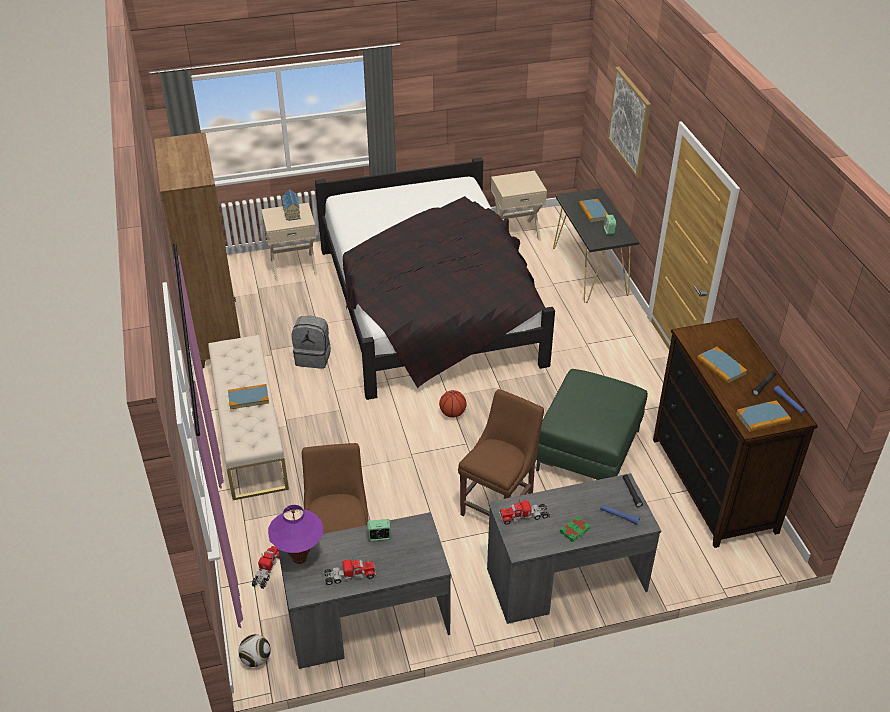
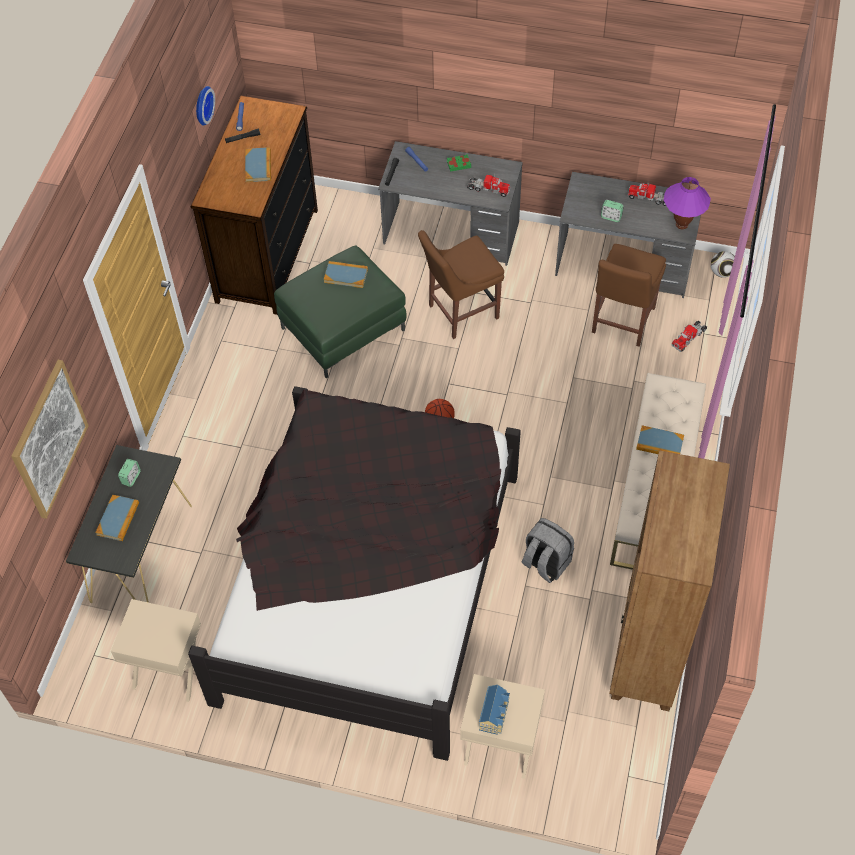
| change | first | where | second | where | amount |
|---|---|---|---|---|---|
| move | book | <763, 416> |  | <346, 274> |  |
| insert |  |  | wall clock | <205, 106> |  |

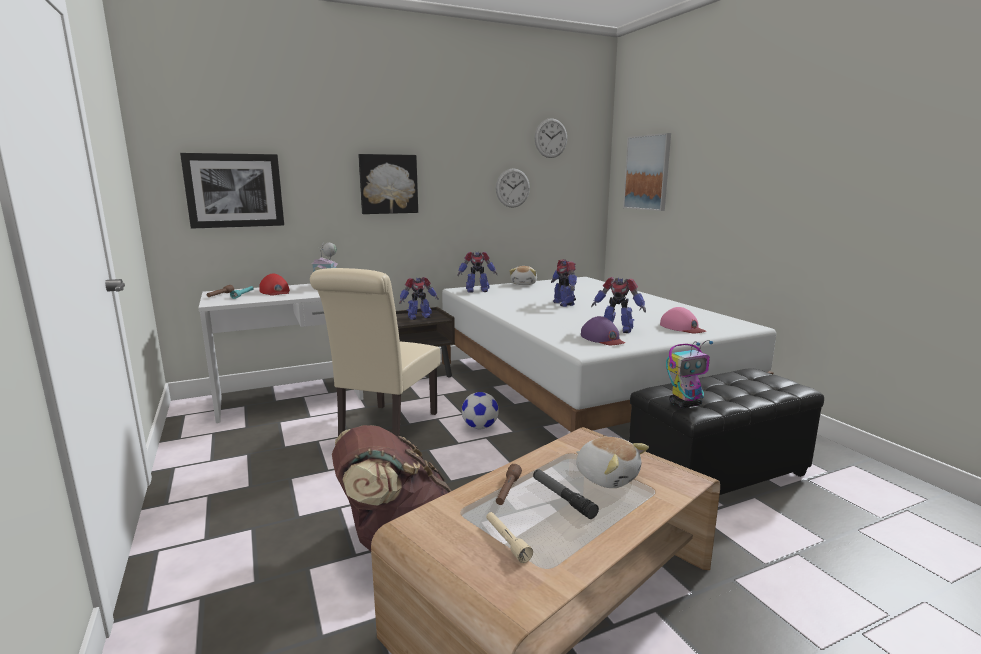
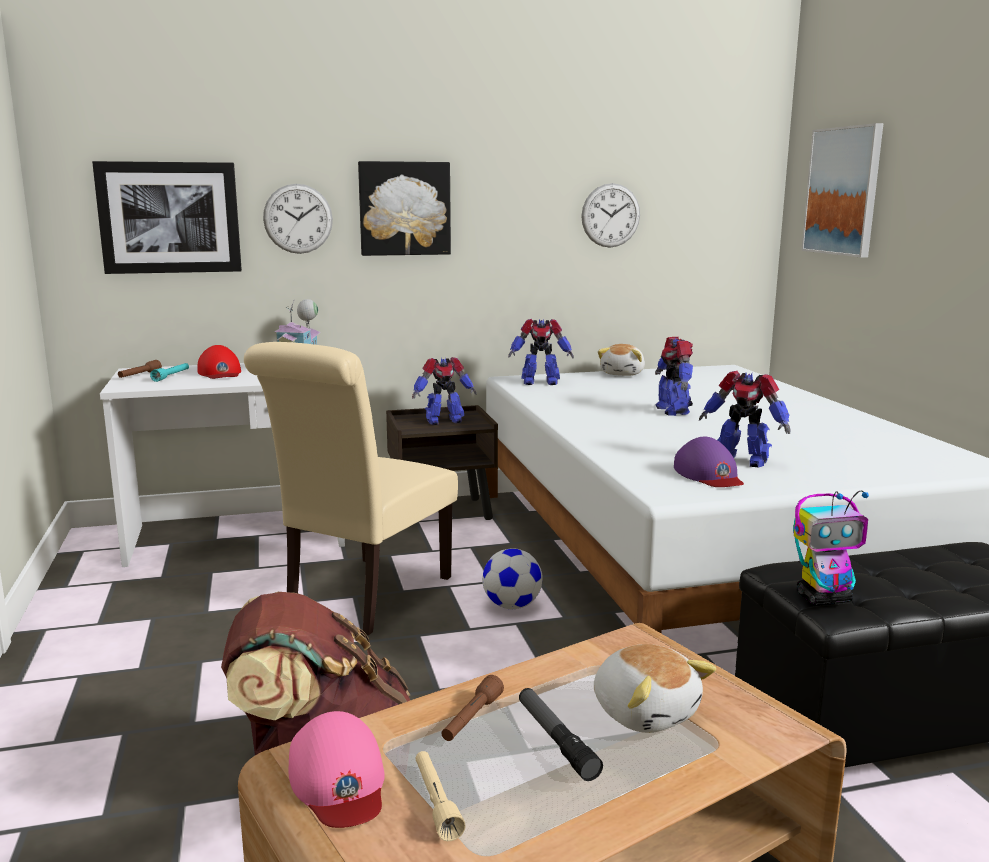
| change | first | where | second | where | amount |
|---|---|---|---|---|---|
| move | wall clock | <551, 138> |  | <298, 219> |  |
| move | cap (pink) | <683, 320> |  | <337, 769> |  |

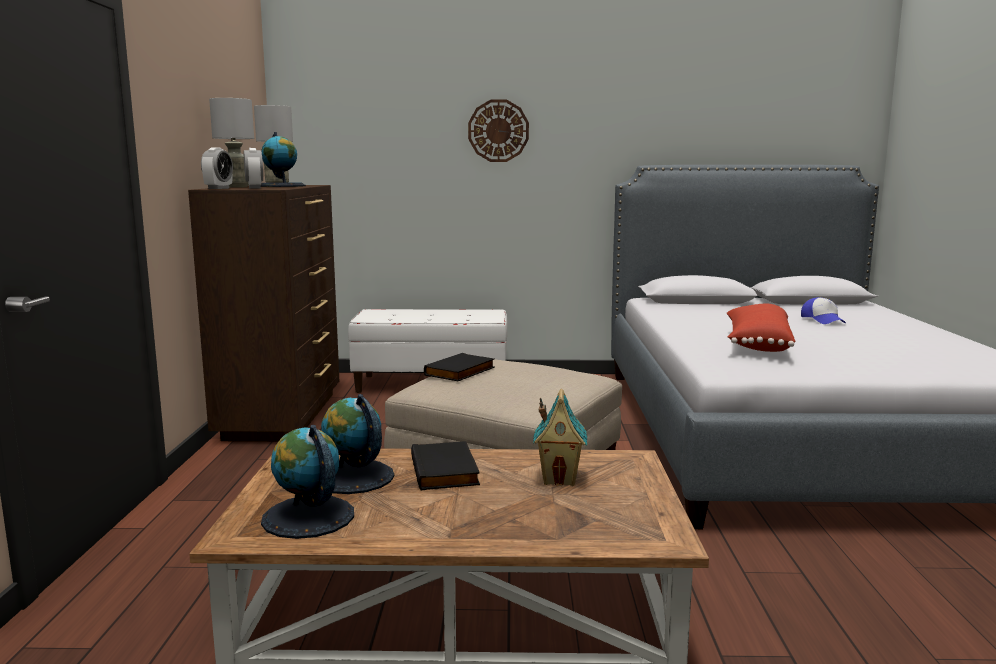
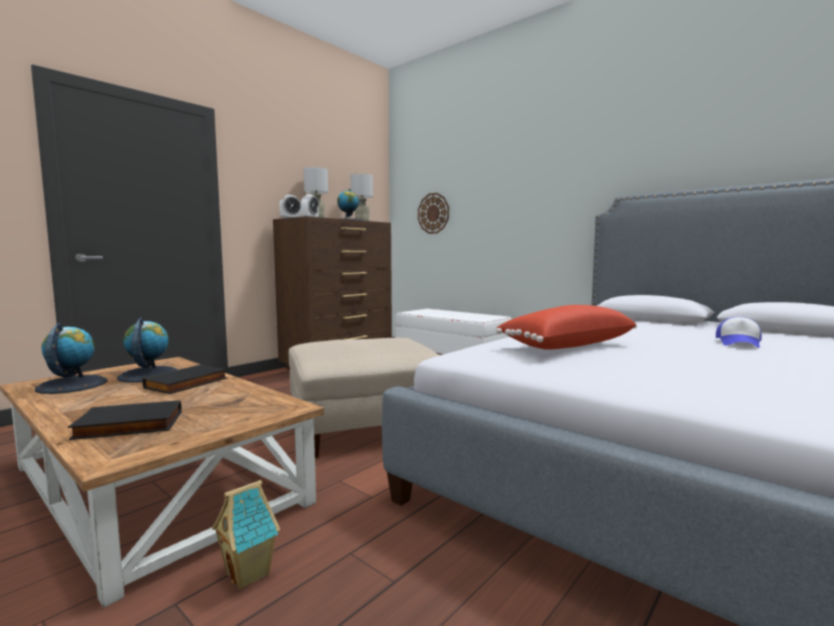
| change | first | where | second | where | amount |
|---|---|---|---|---|---|
| move | wall clock | <498, 131> |  | <433, 213> |  |
| move | book (black) | <459, 367> |  | <125, 420> |  |
| move | toy house | <560, 437> |  | <246, 535> |  |

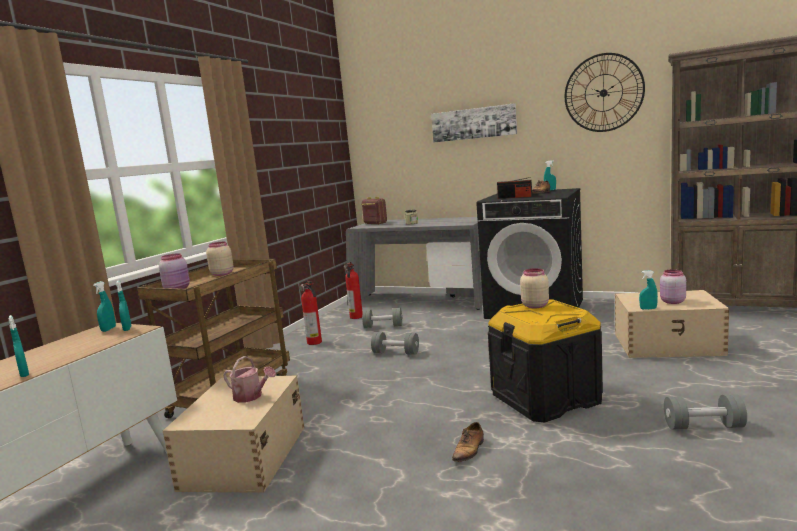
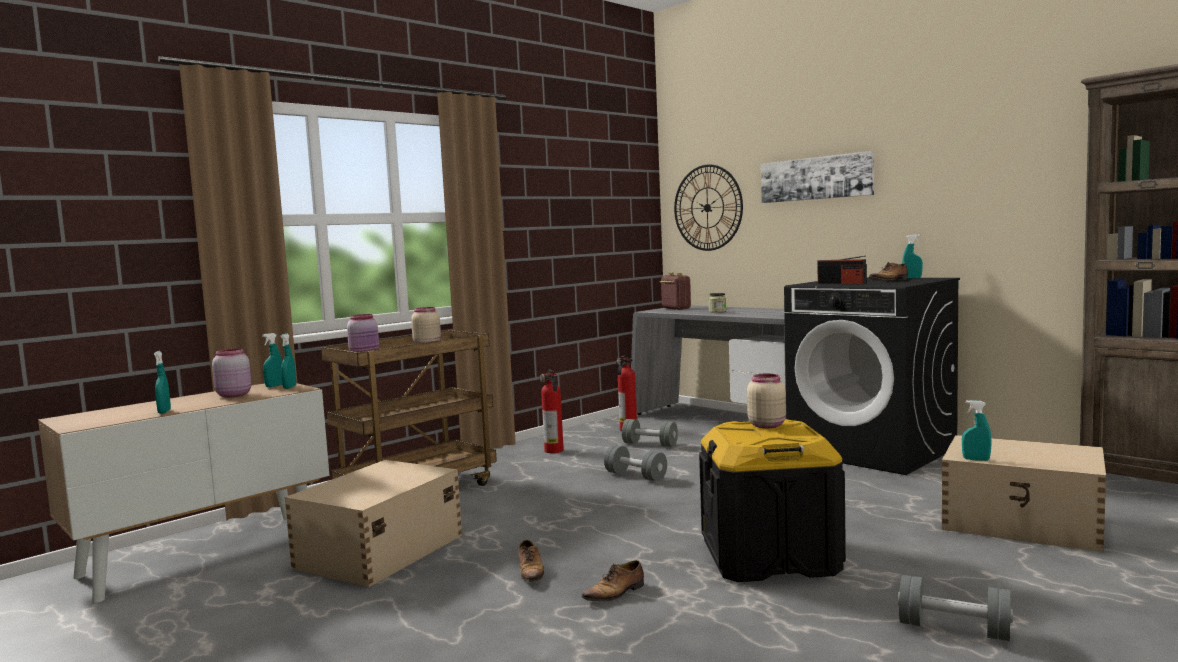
| change | first | where | second | where | amount |
|---|---|---|---|---|---|
| move | wall clock | <605, 92> |  | <708, 207> |  |
| move | jar (pink) | <673, 286> |  | <232, 373> |  |
| delete | watering can | <249, 379> |  |  |  |
| insert |  |  | shoe | <531, 561> |  |

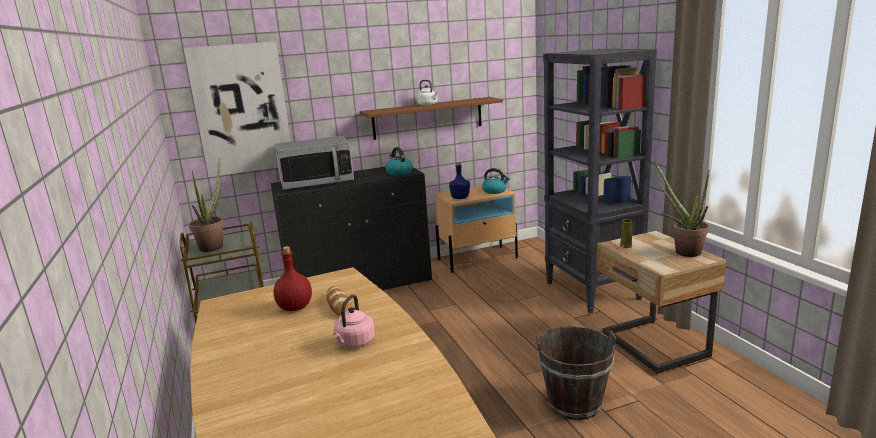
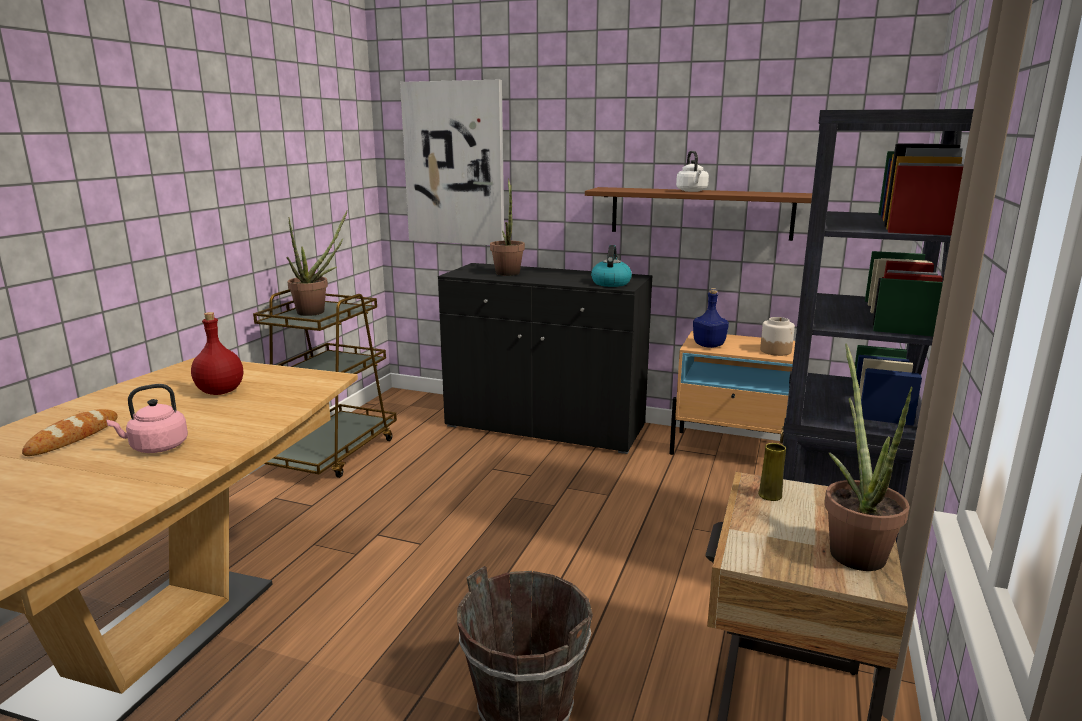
| change | first | where | second | where | amount |
|---|---|---|---|---|---|
| replace | microwave | <314, 163> | potted plant | <507, 227> |  |
| replace | kettle | <496, 181> | jar | <777, 336> |  |
| move | bread | <339, 301> |  | <70, 432> |  |

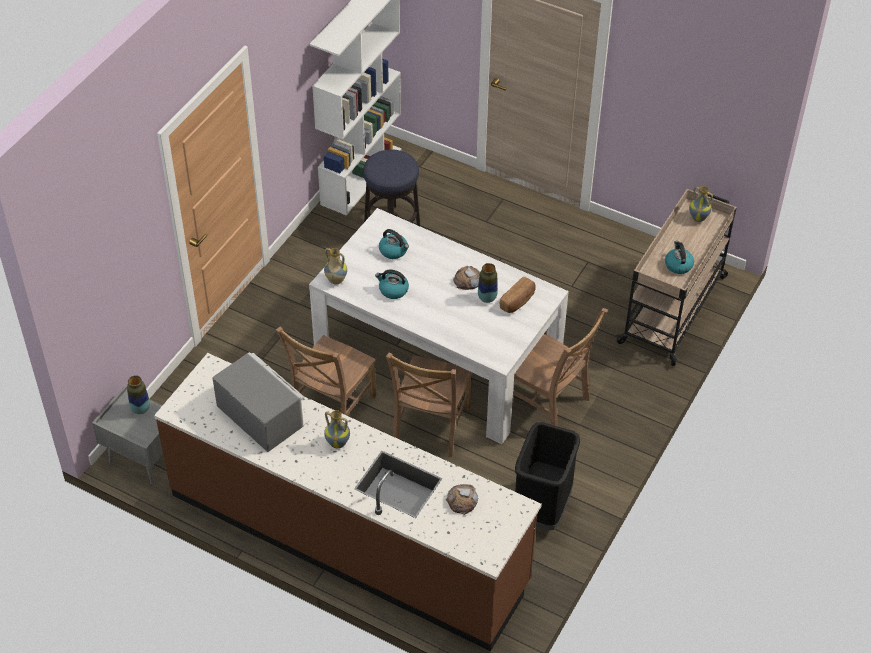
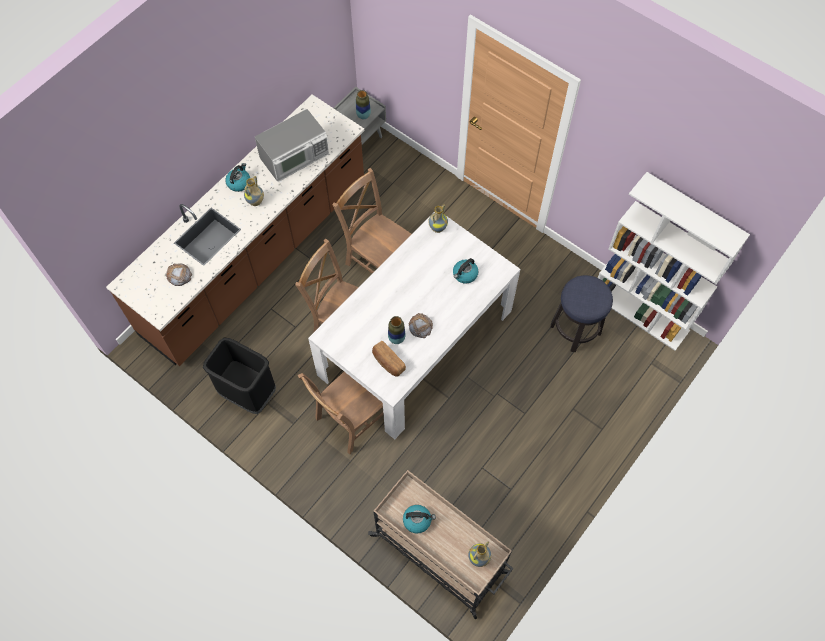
| change | first | where | second | where | amount |
|---|---|---|---|---|---|
| move | kettle | <392, 284> |  | <237, 177> |  |

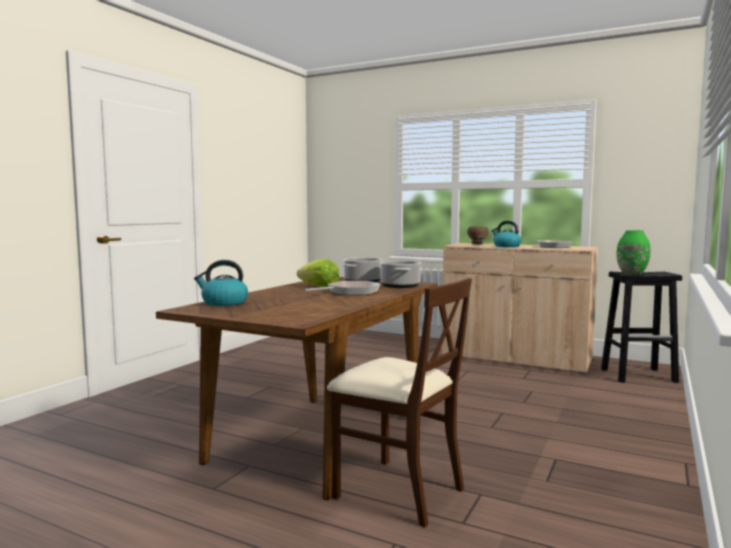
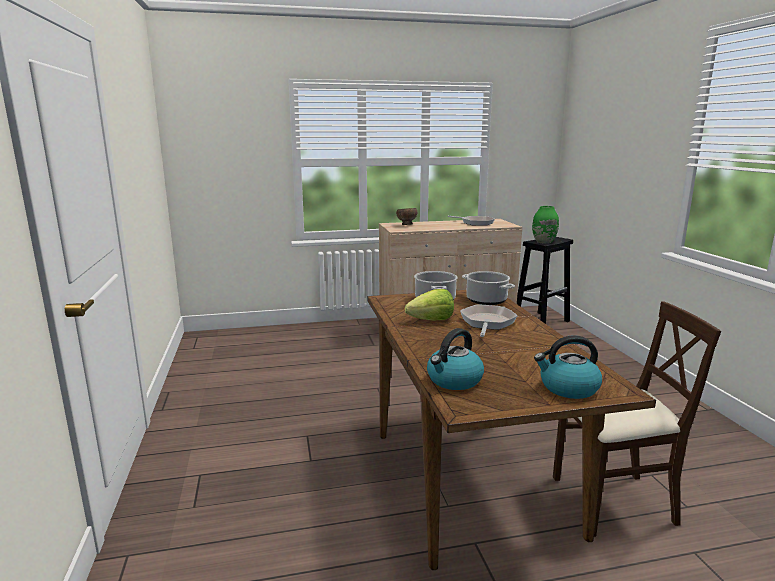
| change | first | where | second | where | amount |
|---|---|---|---|---|---|
| move | kettle | <506, 234> |  | <568, 367> |  |

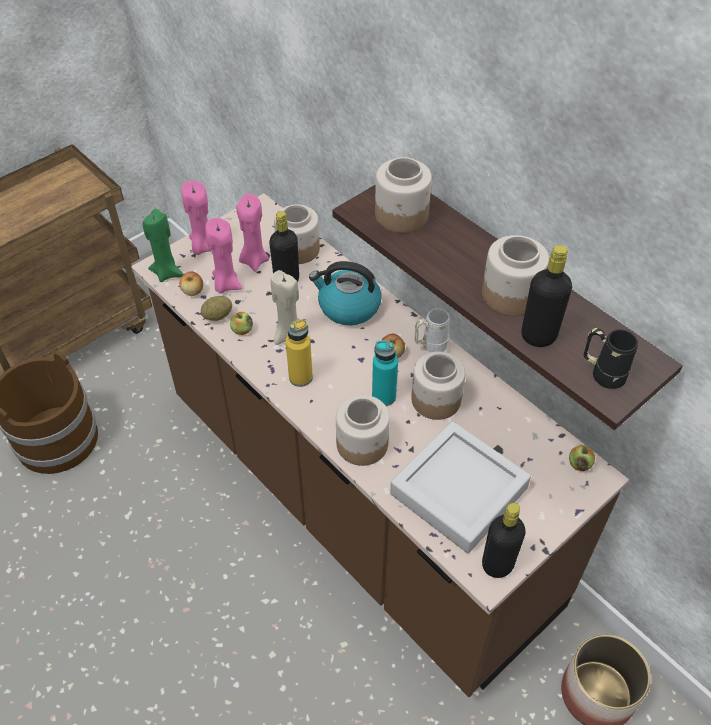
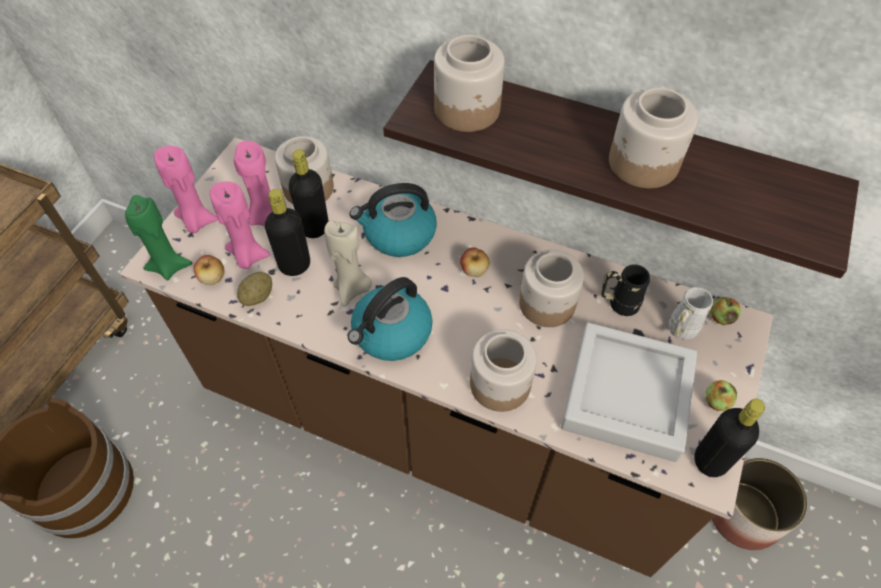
| change | first | where | second | where | amount |
|---|---|---|---|---|---|
| move | bottle (black) | <546, 296> |  | <287, 232> |  |
| move | mug (white) | <432, 330> |  | <691, 313> |  |
| move | apple | <241, 323> |  | <721, 395> |  |
| replace | bottle (yellow) | <299, 353> | kettle | <390, 319> |  |
| move | mug (black) | <611, 358> |  | <625, 290> |  |
| delete | bottle (turquoise) | <385, 373> |  |  |  |

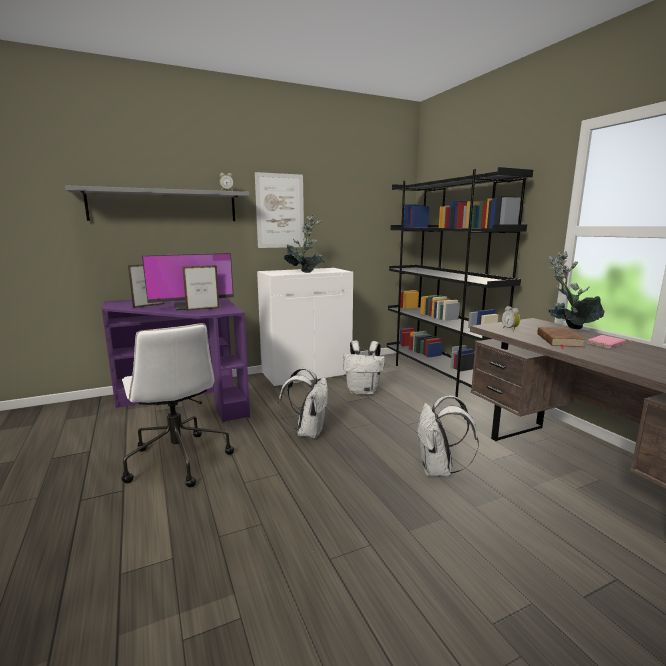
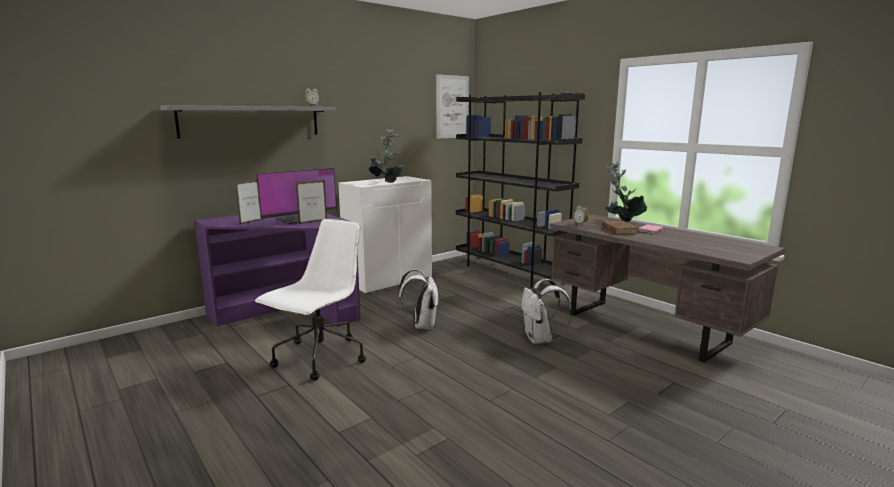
| change | first | where | second | where | amount |
|---|---|---|---|---|---|
| move | picture | <279, 210> |  | <452, 106> |  |
| rotate | office chair (white) | <177, 405> |  | <310, 300> | 105 degrees counterclockwise |
| delete | backpack (white) | <364, 367> |  |  |  |

